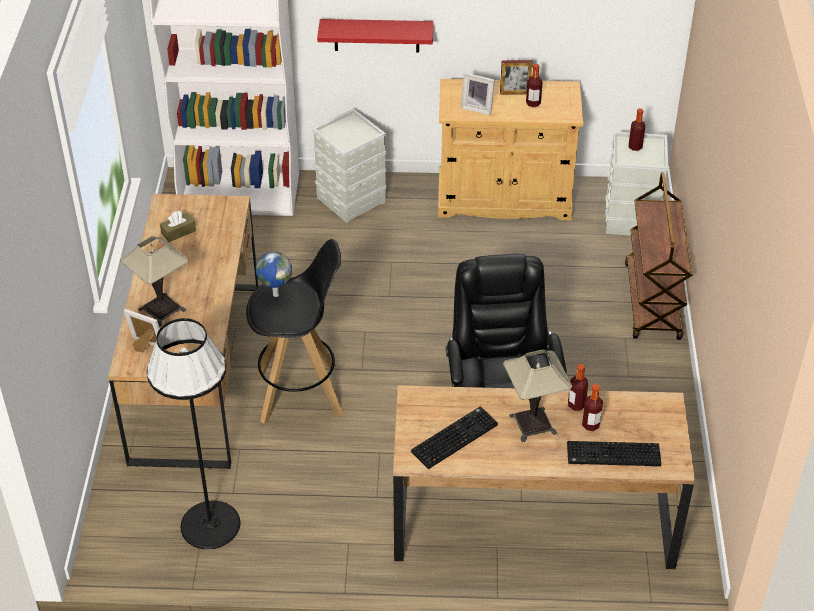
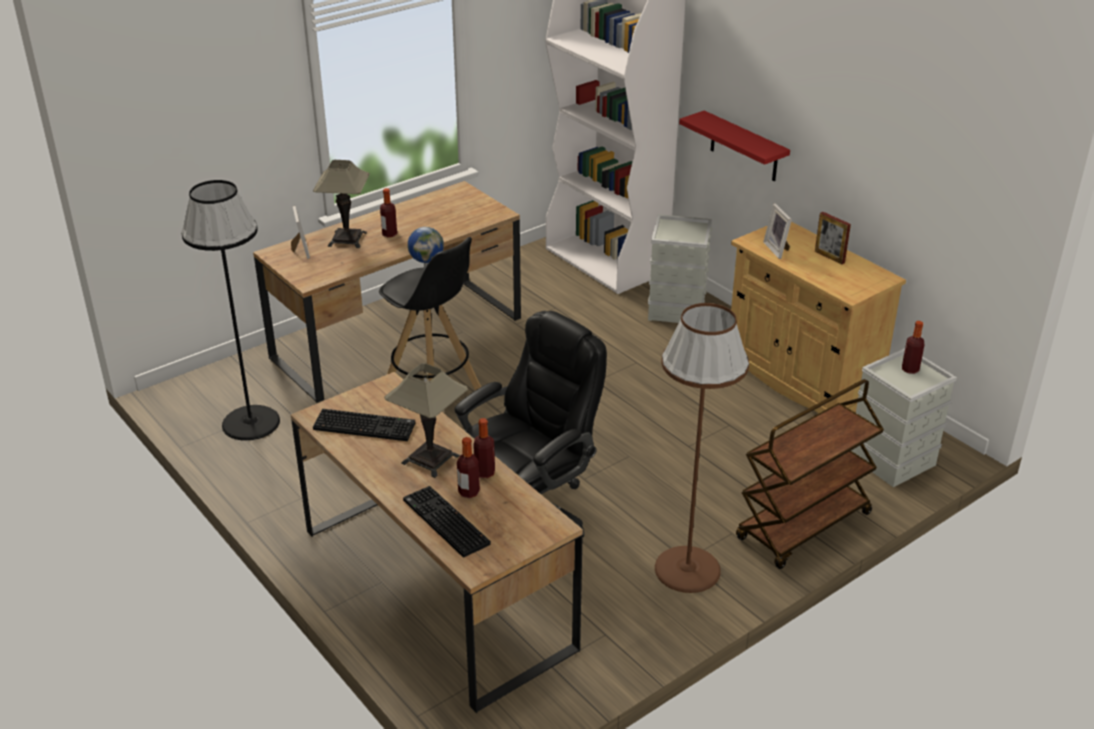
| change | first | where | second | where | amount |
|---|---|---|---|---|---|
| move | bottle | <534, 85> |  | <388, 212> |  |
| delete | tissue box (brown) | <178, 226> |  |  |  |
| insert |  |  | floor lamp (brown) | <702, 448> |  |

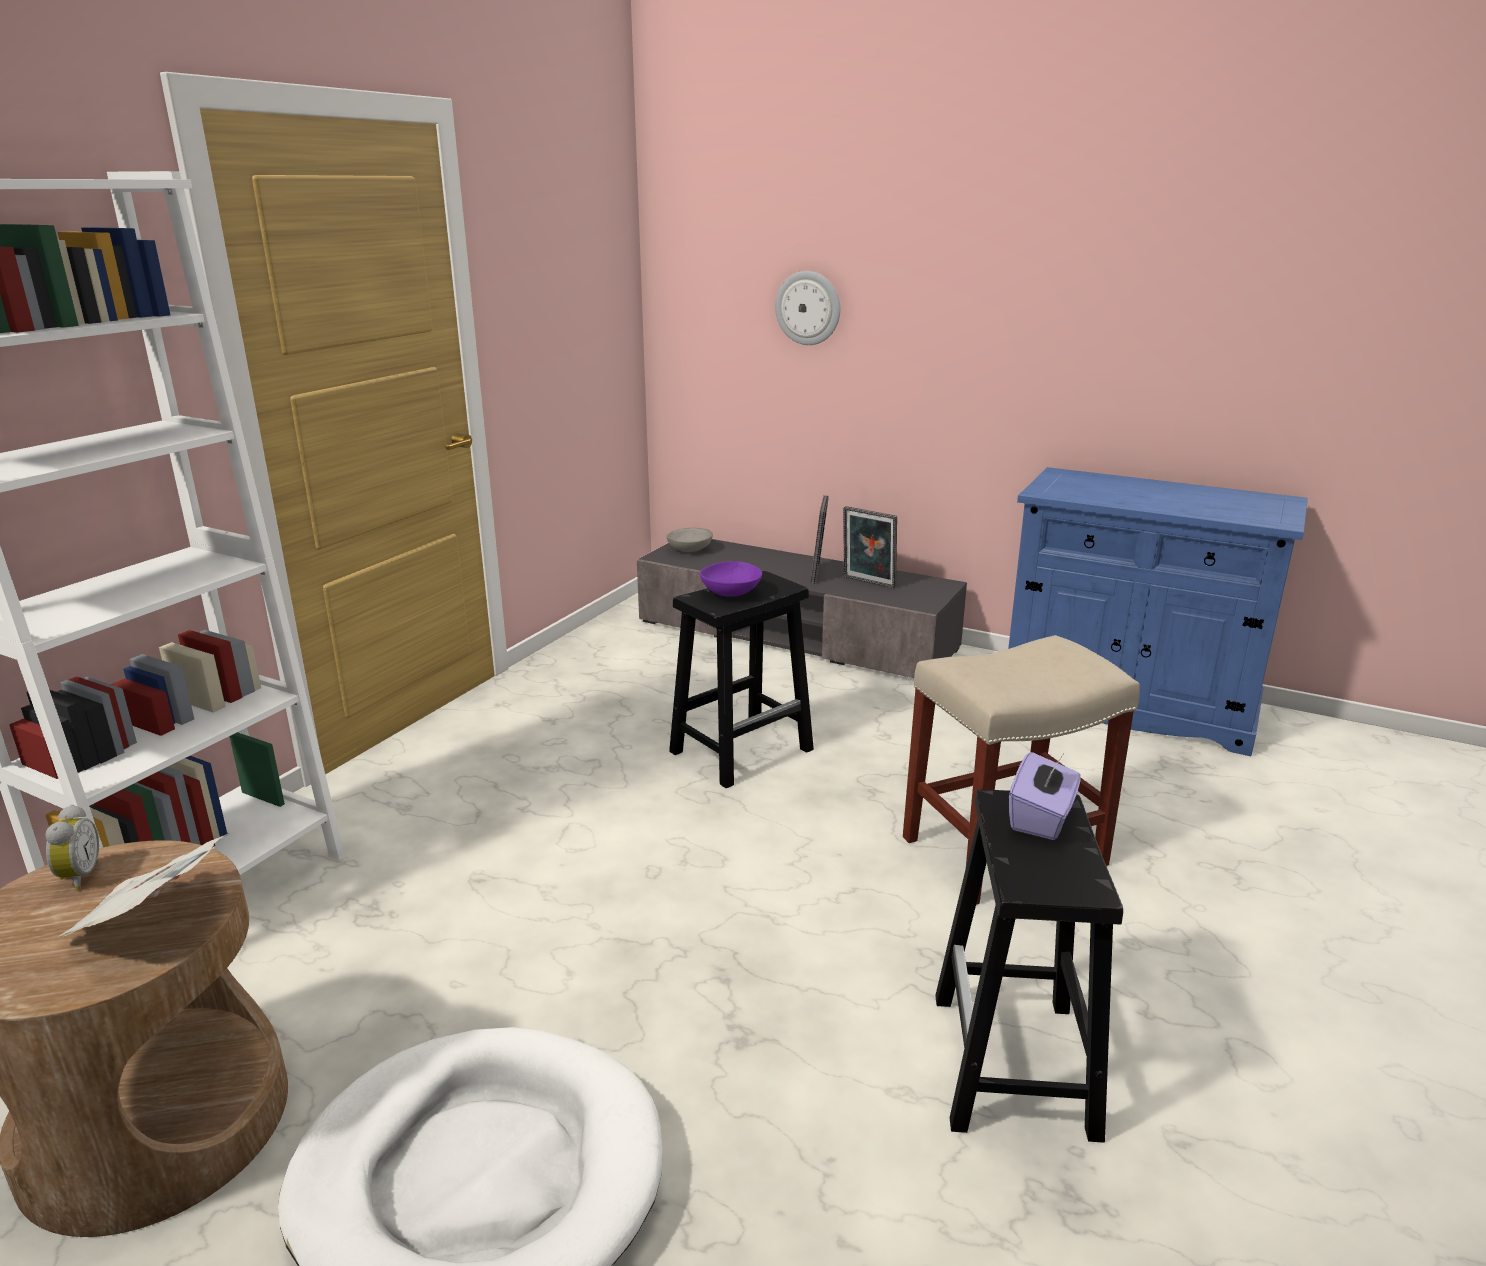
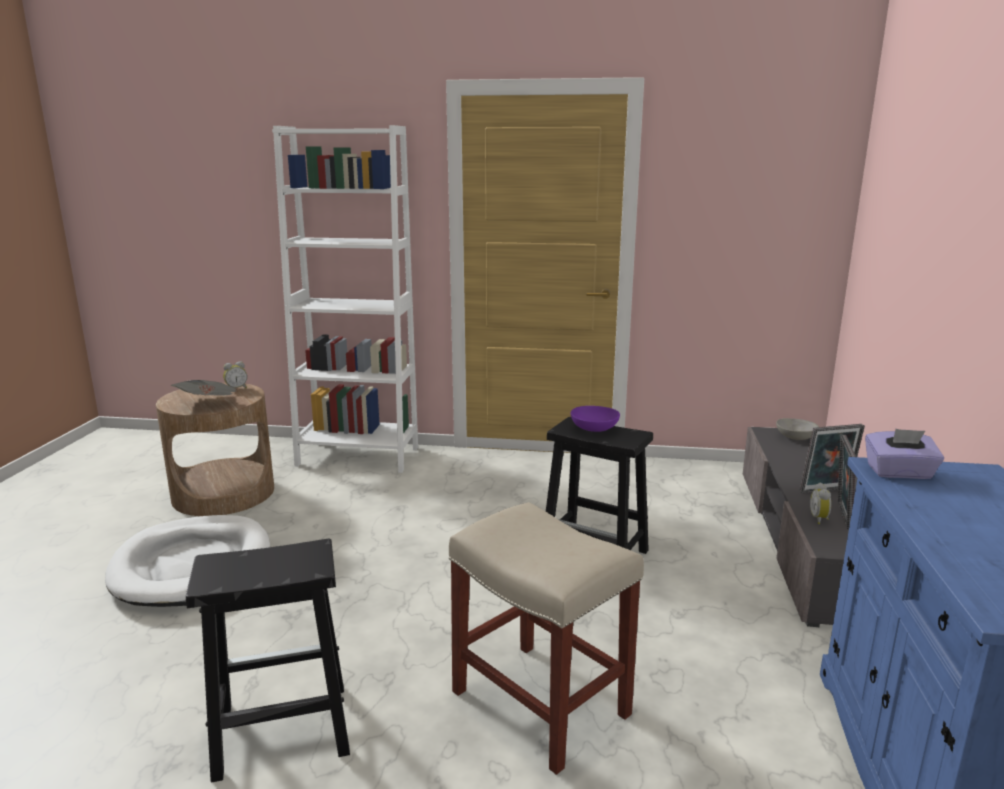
| change | first | where | second | where | amount |
|---|---|---|---|---|---|
| delete | wall clock | <807, 308> |  |  |  |
| move | tissue box (purple) | <1045, 796> |  | <904, 454> |  |
| insert |  |  | alarm clock | <820, 503> |  |

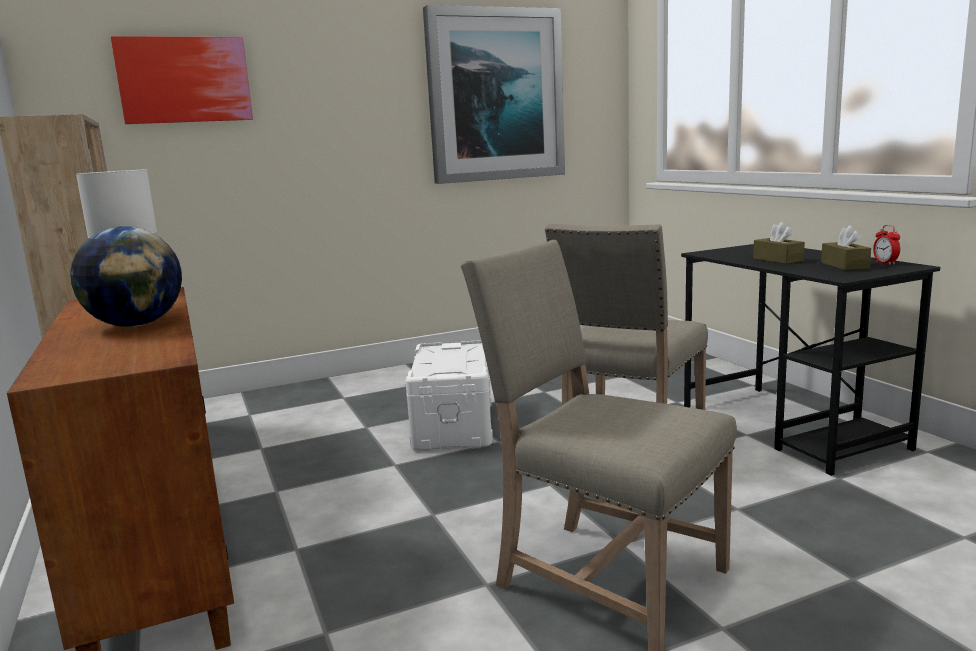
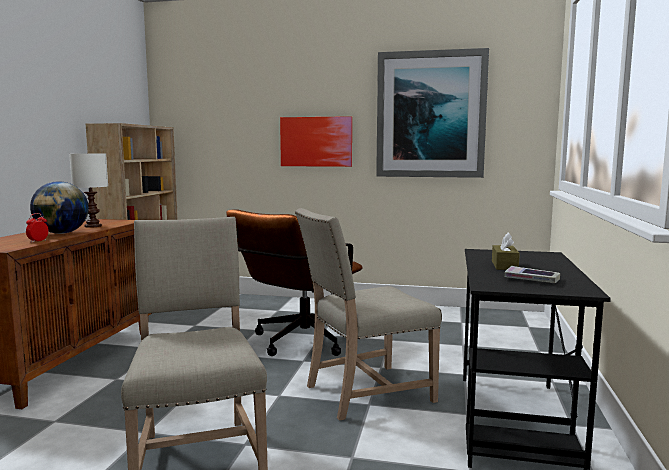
| change | first | where | second | where | amount |
|---|---|---|---|---|---|
| move | picture | <182, 80> |  | <316, 141> |  |
| replace | tissue box (brown) | <846, 247> | book | <532, 274> |  |
| move | alarm clock | <886, 245> |  | <37, 228> |  |
| replace | storage box (white) | <449, 395> | office chair (brown) | <294, 282> |  |

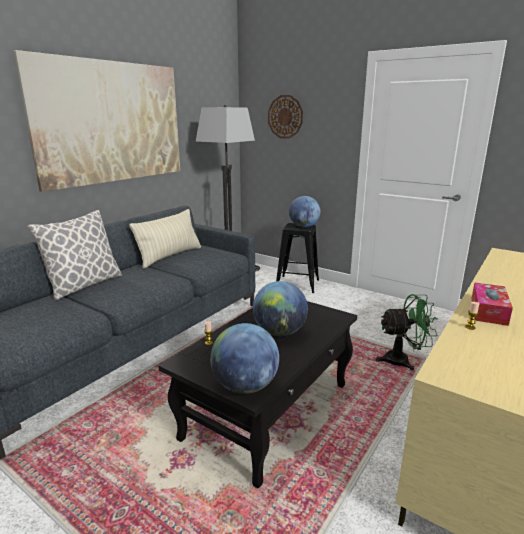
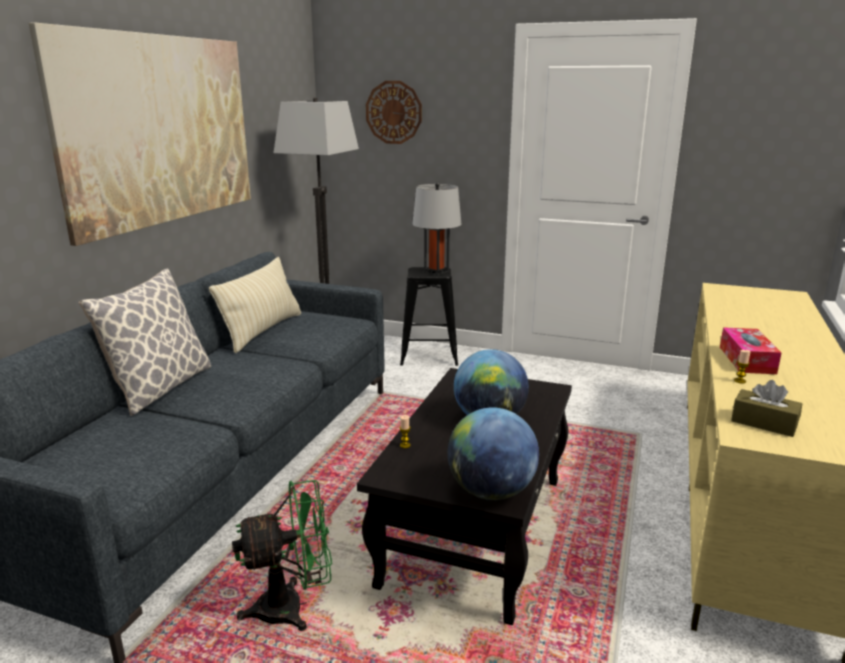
| change | first | where | second | where | amount |
|---|---|---|---|---|---|
| replace | globe | <305, 212> | table lamp (grey) | <437, 228> |  |
| move | fan (green) | <406, 332> |  | <282, 555> |  |
| insert |  |  | tissue box (brown) | <766, 408> |  |

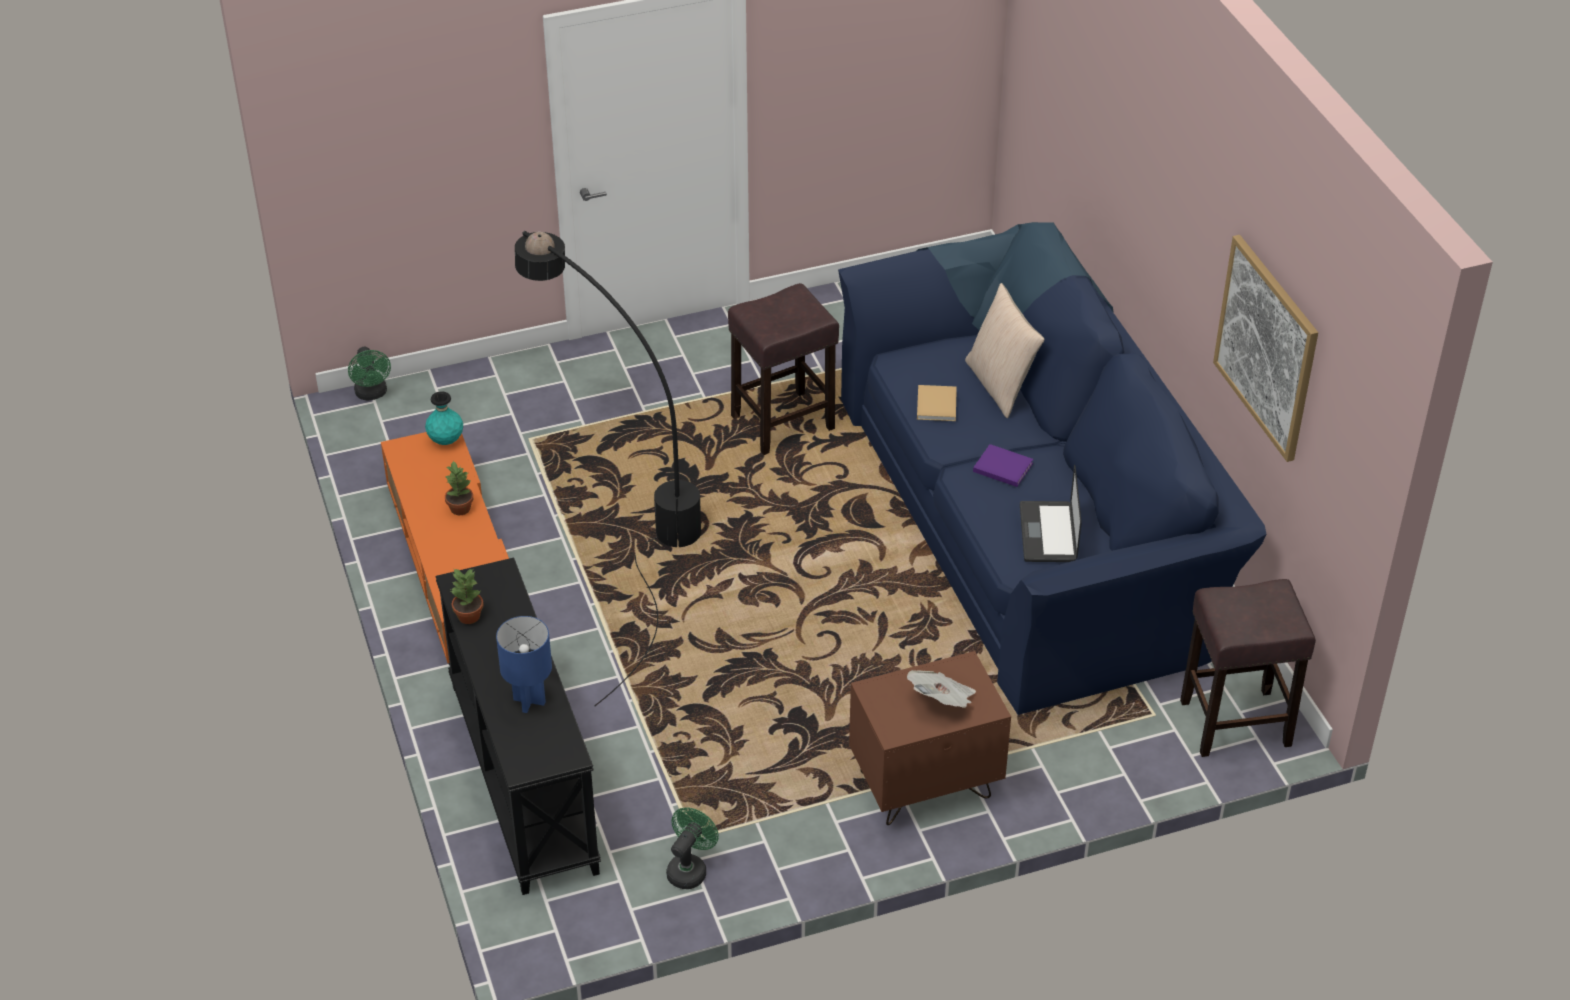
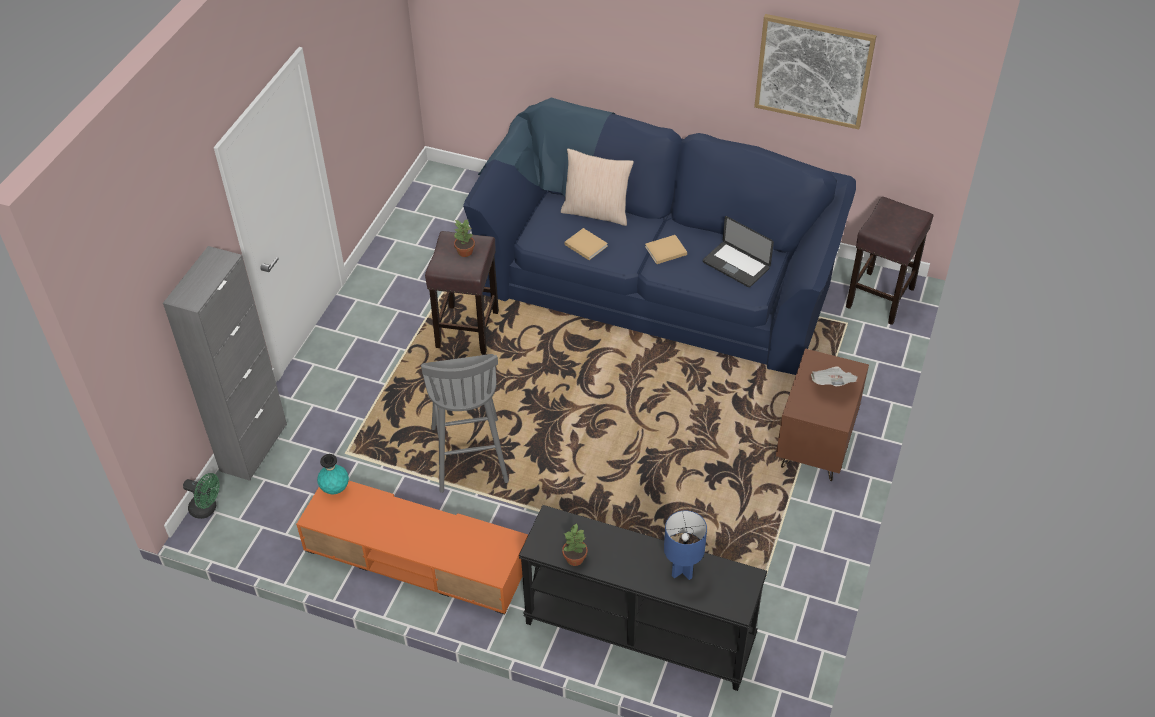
| change | first | where | second | where | amount |
|---|---|---|---|---|---|
| replace | floor lamp (black) | <608, 468> | stool (grey) | <465, 423> |  |
| recolor | book (purple) | <1003, 465> | book (beige) | <666, 249> |  |
| move | potted plant | <458, 488> |  | <464, 238> |  |
| delete | fan (green) | <692, 848> |  |  |  |
| insert |  |  | cabinet (grey) | <225, 363> |  |

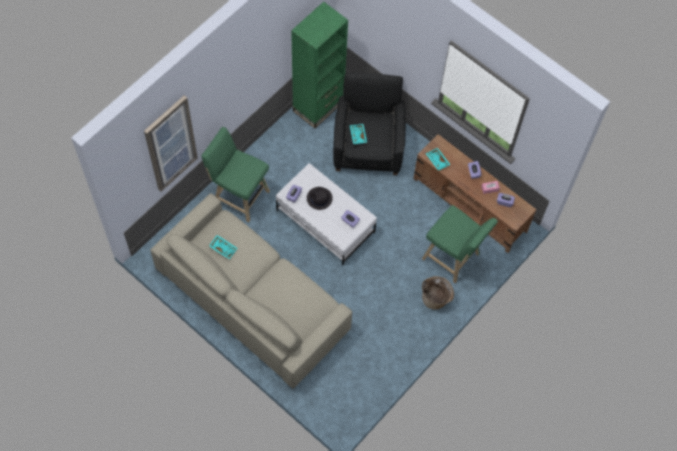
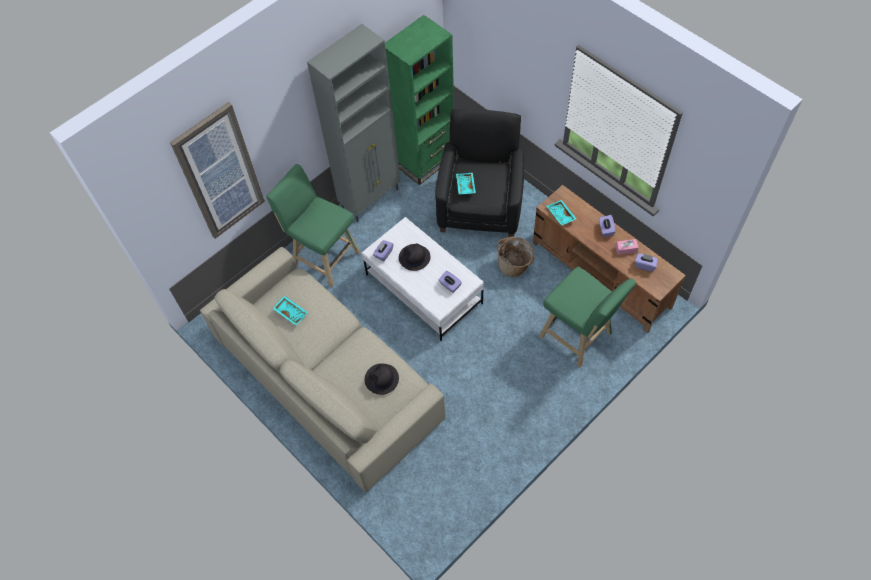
| change | first | where | second | where | amount |
|---|---|---|---|---|---|
| move | basket | <438, 293> |  | <516, 257> |  |
| insert |  |  | cabinet (grey) | <353, 123> |  |
| insert |  |  | hat (black) | <382, 379> |  |

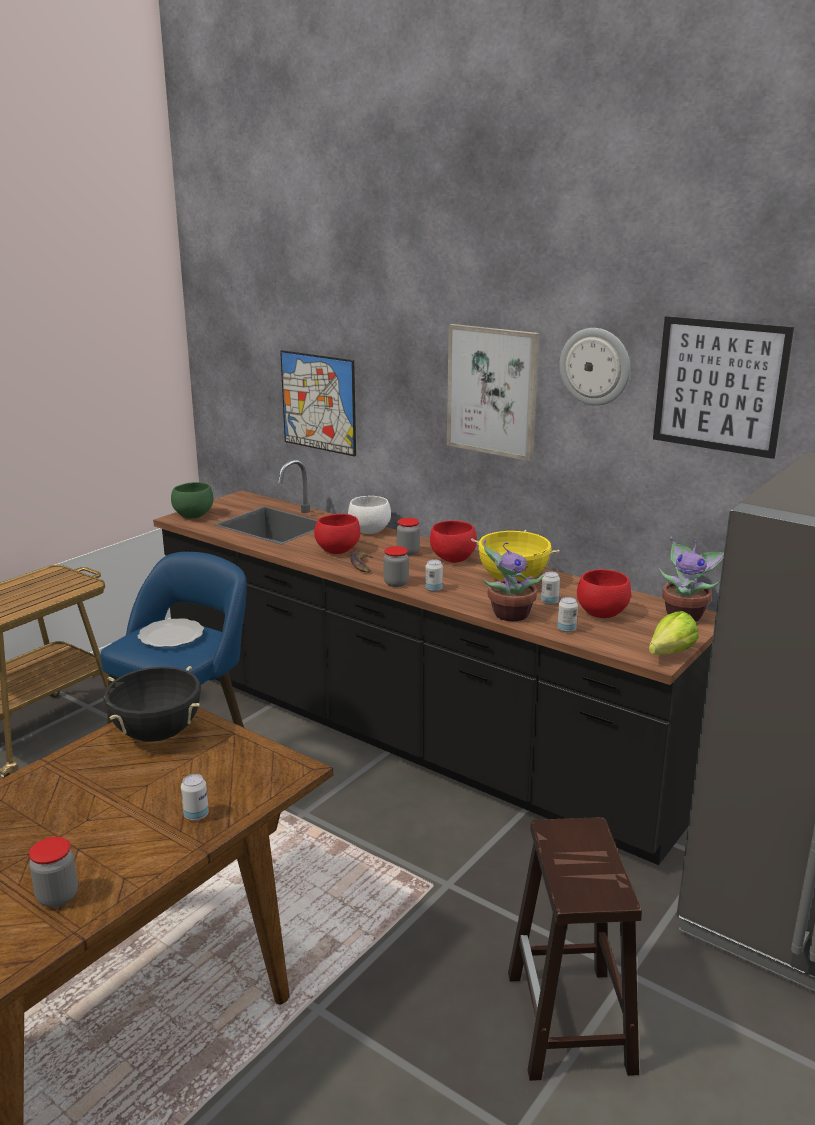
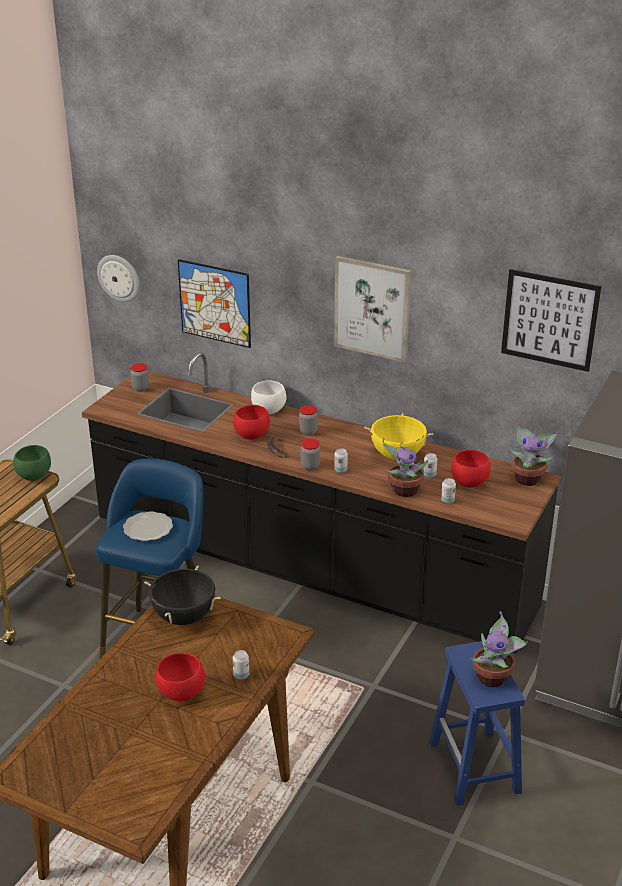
| change | first | where | second | where | amount |
|---|---|---|---|---|---|
| move | wall clock | <594, 367> |  | <118, 278> |  |
| move | bowl (green) | <192, 500> |  | <32, 463> |  |
| move | bowl (red) | <453, 542> |  | <180, 677> |  |
| delete | lettuce | <674, 633> |  |  |  |
| recolor | stool (brown) | <575, 949> | stool (blue) | <477, 723> |  |
| move | jar | <53, 872> |  | <140, 377> |  |
| insert |  |  | potted plant | <499, 649> |  |

